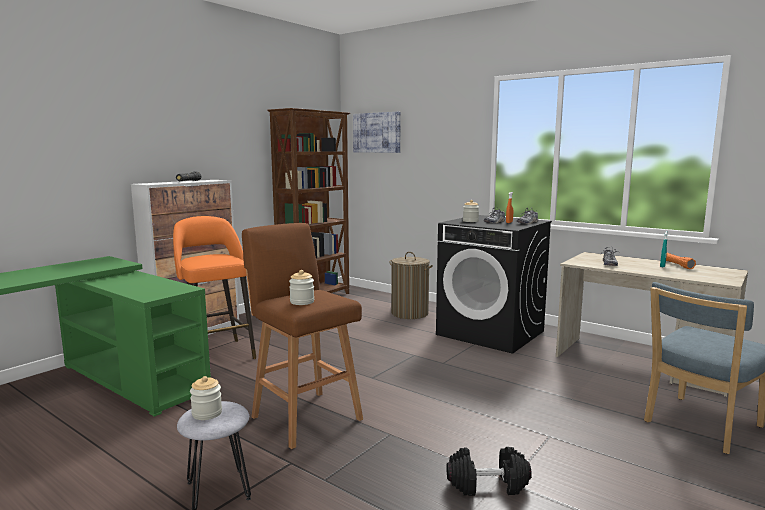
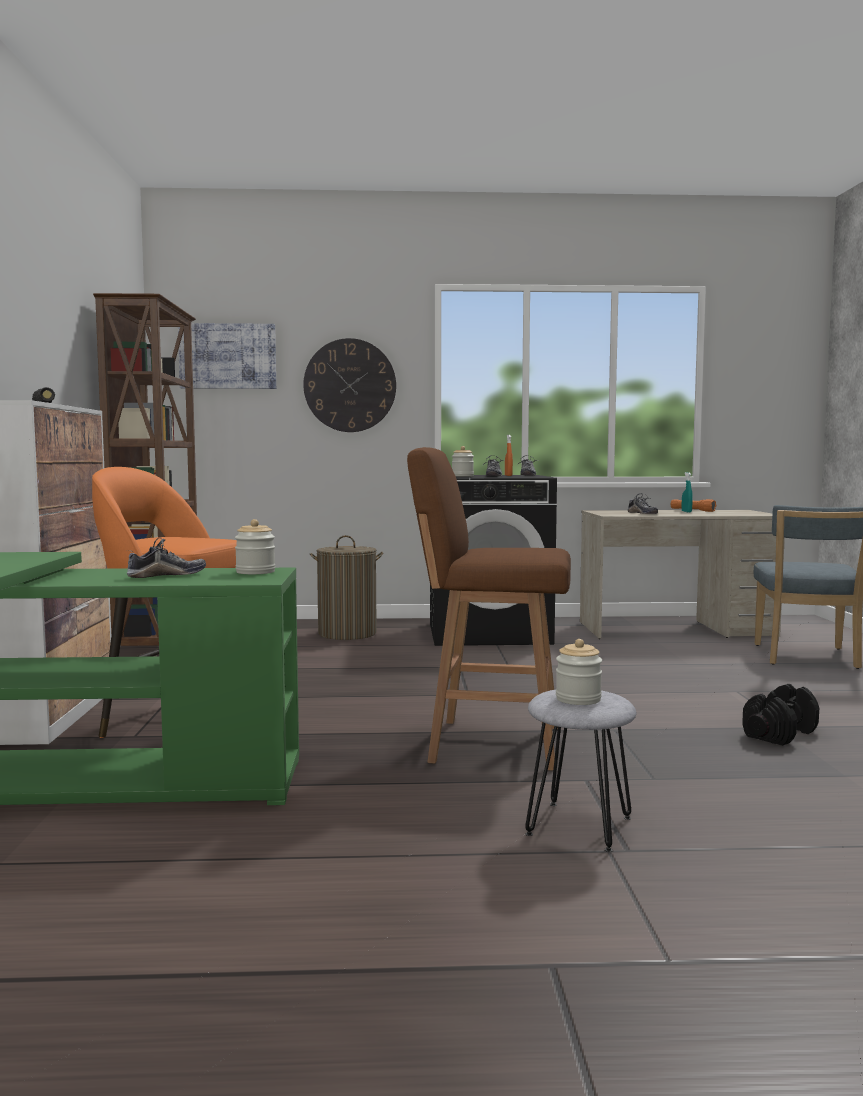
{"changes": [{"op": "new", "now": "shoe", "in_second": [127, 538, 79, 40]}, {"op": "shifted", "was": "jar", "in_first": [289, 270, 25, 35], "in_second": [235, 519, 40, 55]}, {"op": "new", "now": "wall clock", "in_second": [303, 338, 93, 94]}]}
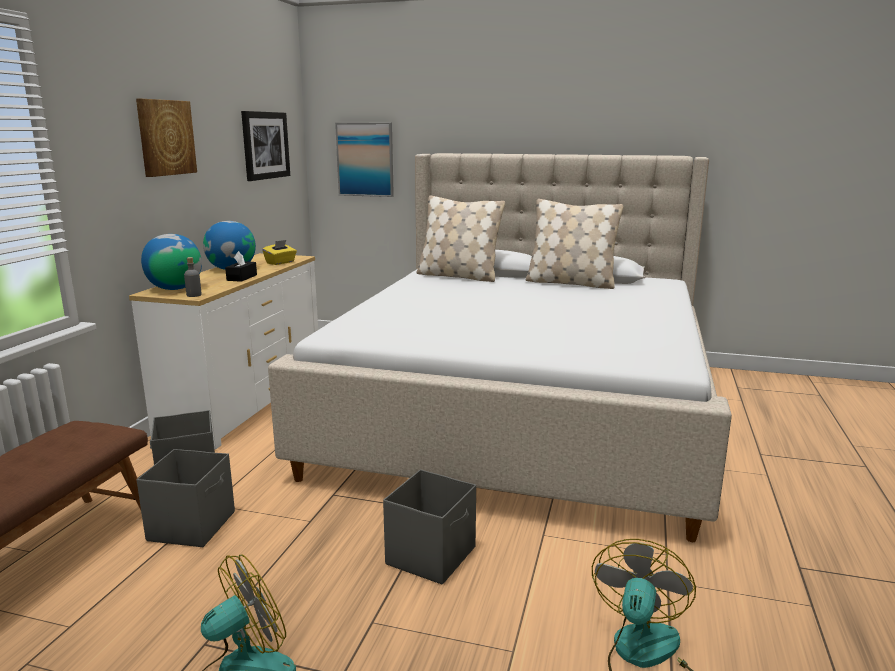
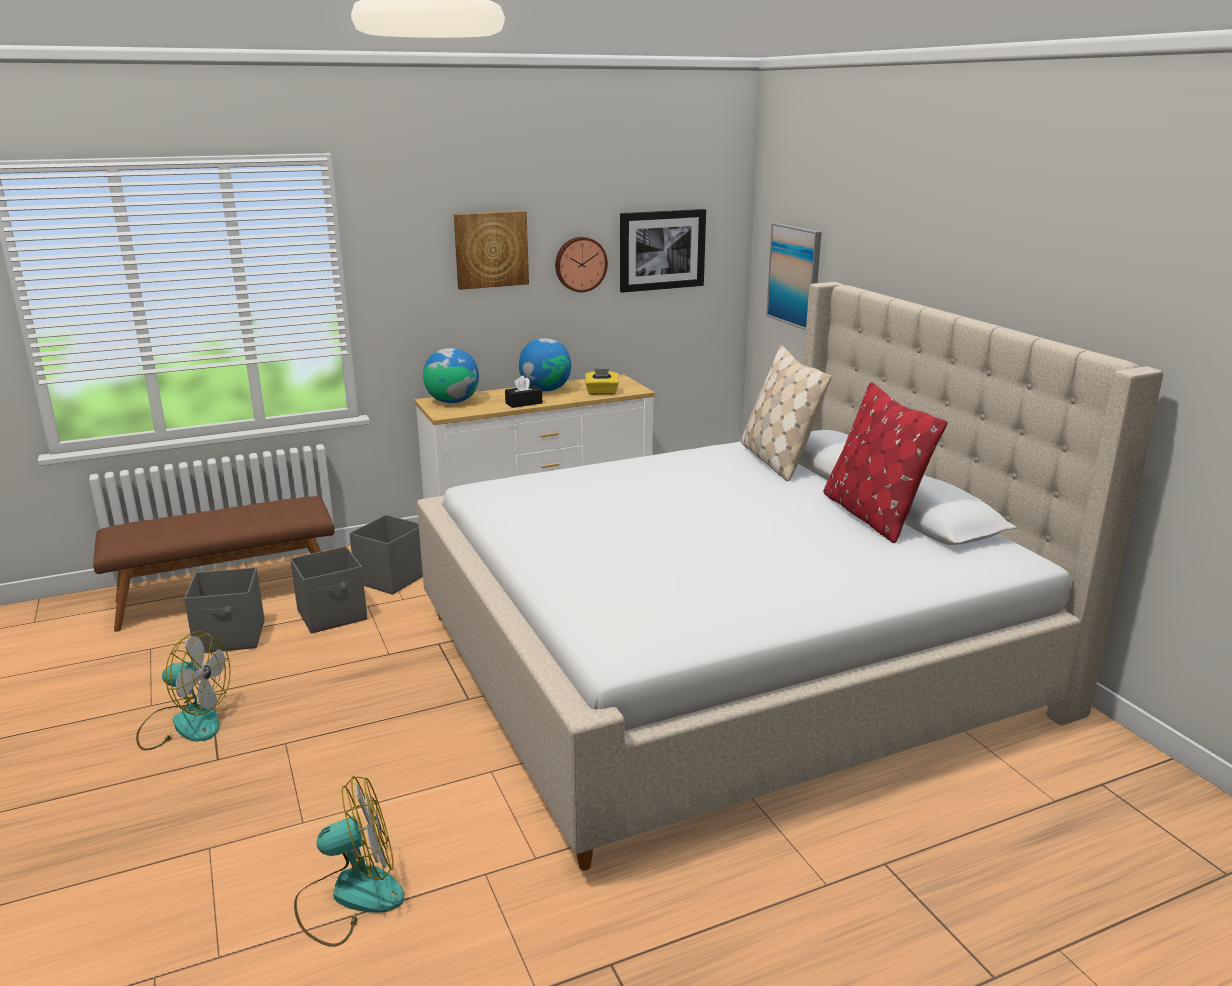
{"changes": [{"op": "shifted", "was": "storage container (gray)", "in_first": [383, 469, 93, 116], "in_second": [184, 567, 81, 86]}, {"op": "new", "now": "wall clock", "in_second": [555, 237, 53, 55]}, {"op": "repainted", "was": "cushion (beige)", "now": "cushion (red-coloured)", "in_first": [525, 199, 99, 90], "in_second": [823, 382, 124, 161]}, {"op": "gone", "was": "beverage bottle (gray)", "in_first": [184, 257, 18, 40]}]}
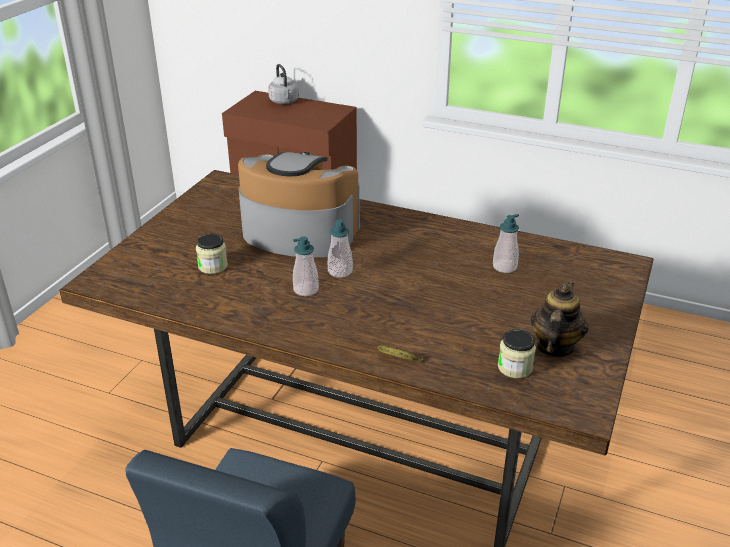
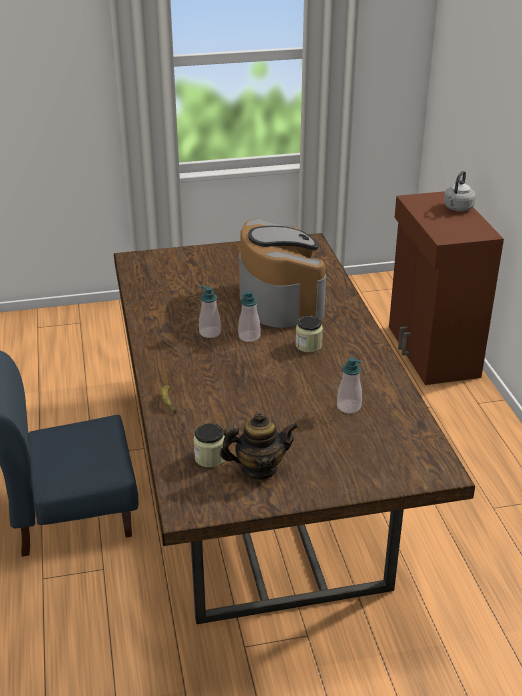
{"changes": [{"op": "shifted", "was": "jar", "in_first": [196, 233, 32, 41], "in_second": [295, 316, 28, 37]}]}
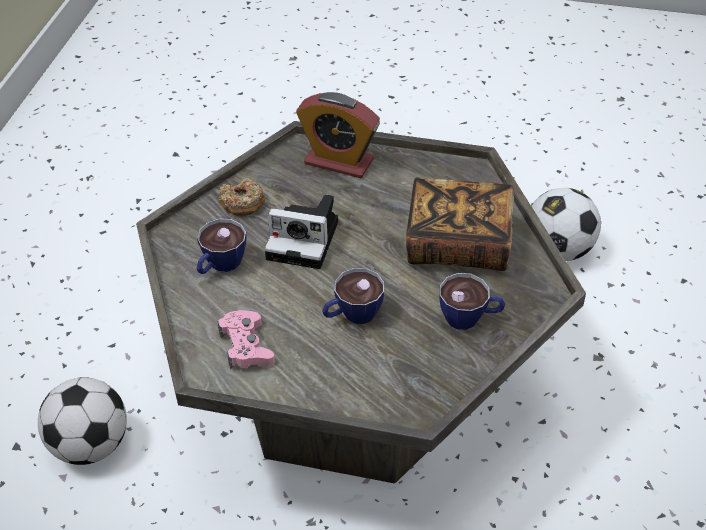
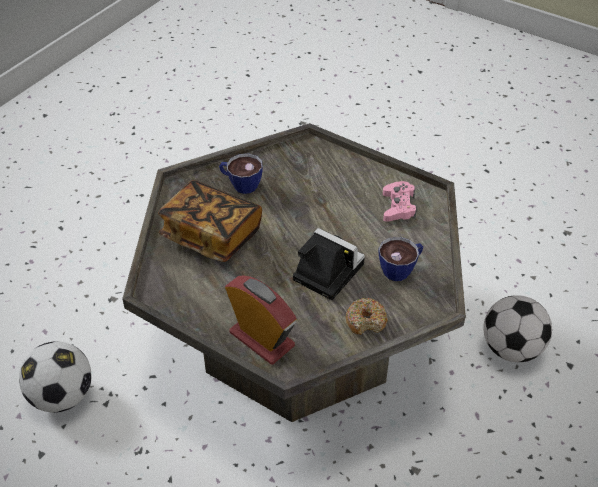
{"changes": [{"op": "gone", "was": "drinking cup", "in_first": [322, 268, 62, 56]}]}
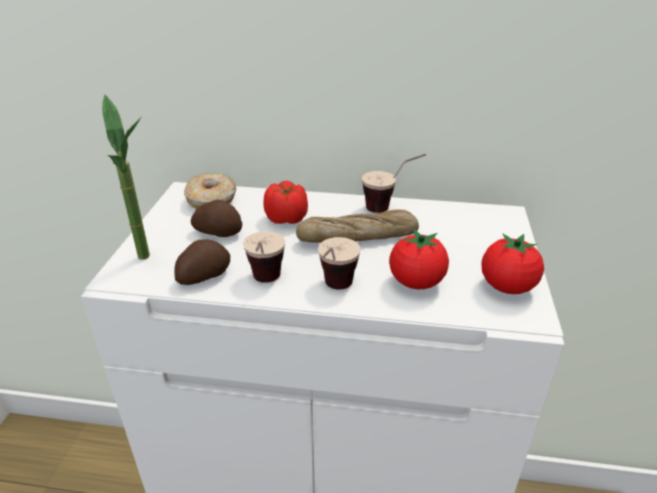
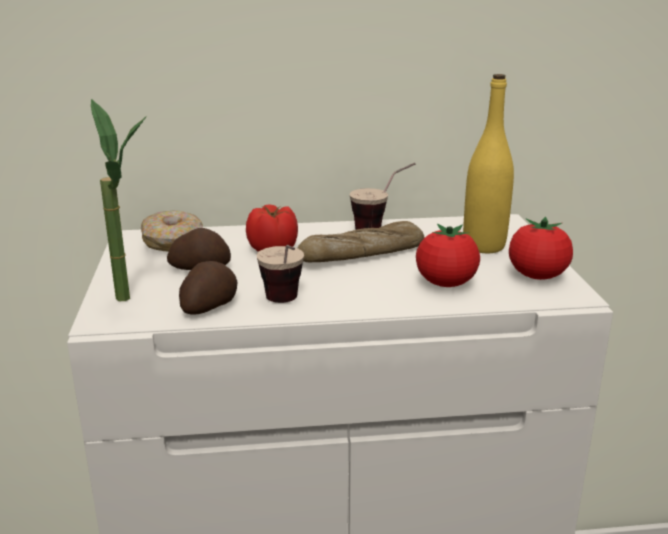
{"changes": [{"op": "new", "now": "beverage bottle (yellowish)", "in_second": [463, 74, 51, 179]}, {"op": "gone", "was": "drinking cup", "in_first": [318, 237, 43, 53]}]}
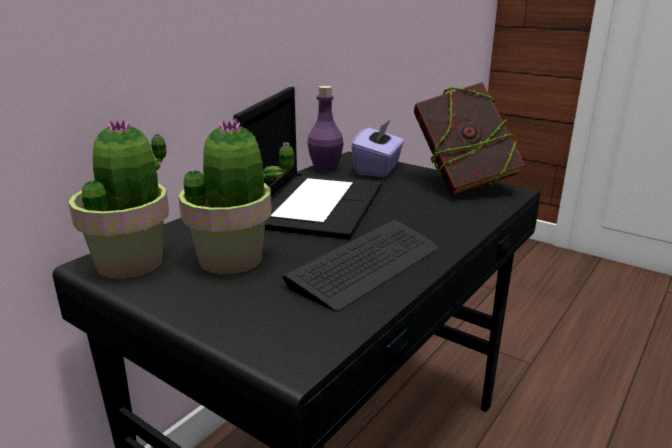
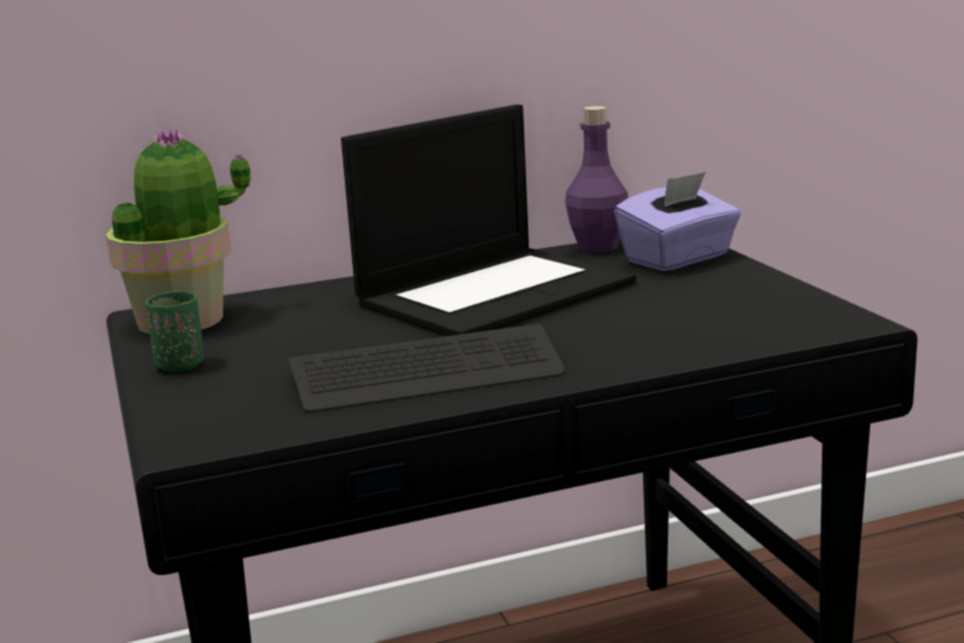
{"changes": [{"op": "new", "now": "drinking cup (green-coloured)", "in_second": [145, 291, 59, 81]}, {"op": "gone", "was": "houseplant", "in_first": [178, 117, 116, 157]}, {"op": "gone", "was": "volume", "in_first": [414, 82, 111, 114]}]}
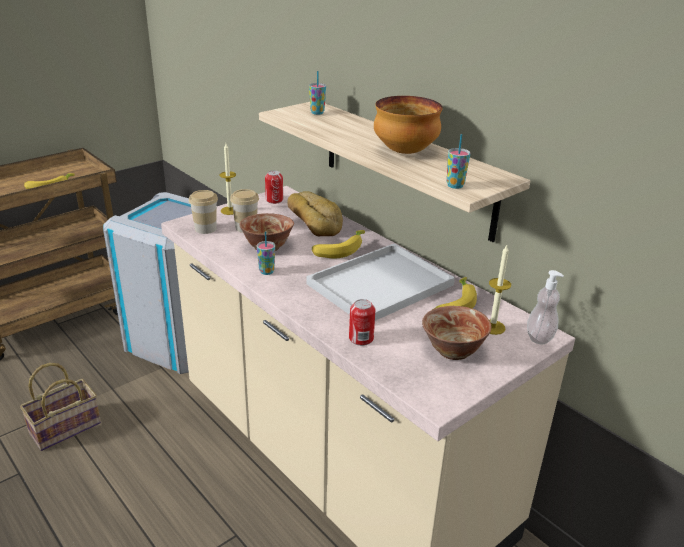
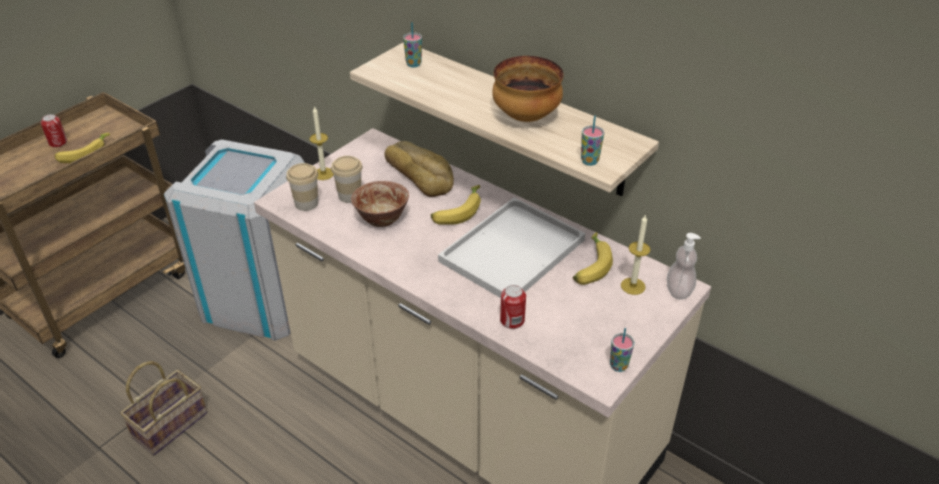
{"changes": [{"op": "shifted", "was": "metal can", "in_first": [265, 170, 18, 34], "in_second": [41, 114, 26, 33]}, {"op": "shifted", "was": "drinking cup", "in_first": [257, 231, 18, 44], "in_second": [610, 328, 25, 44]}, {"op": "gone", "was": "serving bowl", "in_first": [422, 306, 69, 54]}]}
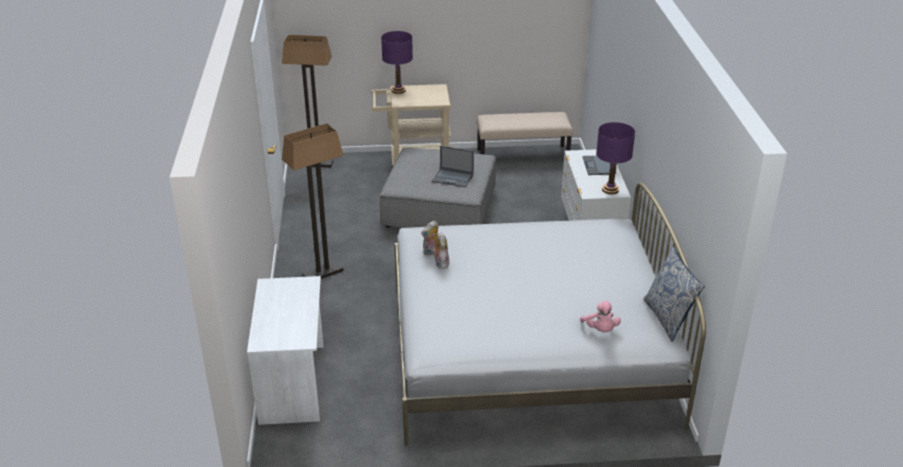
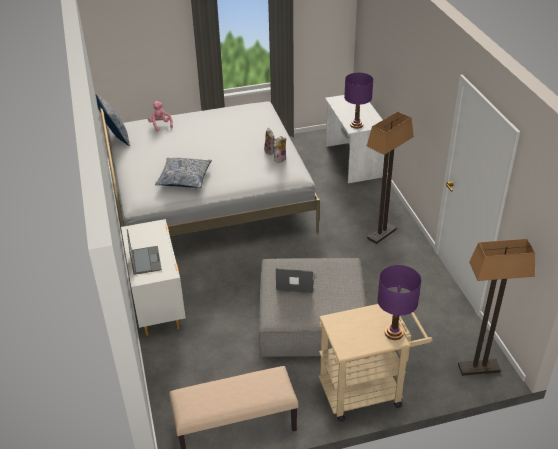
{"changes": [{"op": "new", "now": "cushion", "in_second": [155, 158, 57, 30]}, {"op": "shifted", "was": "tabletop lamp (purplish)", "in_first": [596, 122, 39, 73], "in_second": [344, 73, 29, 56]}]}
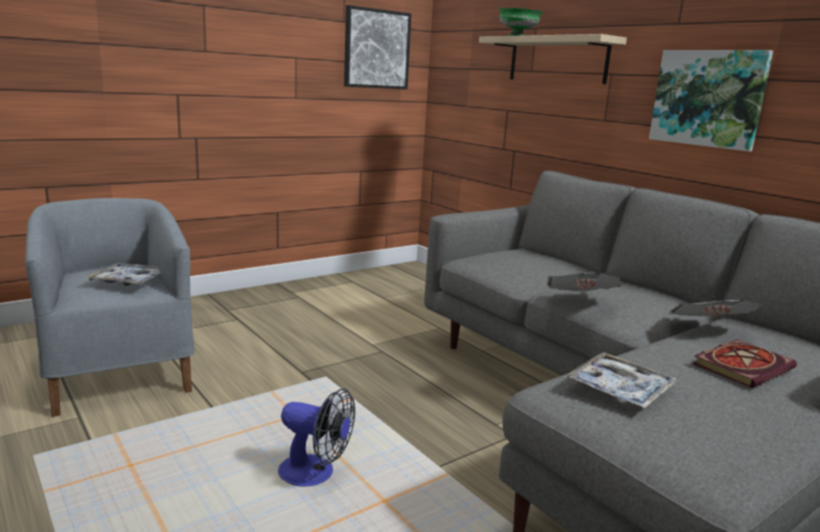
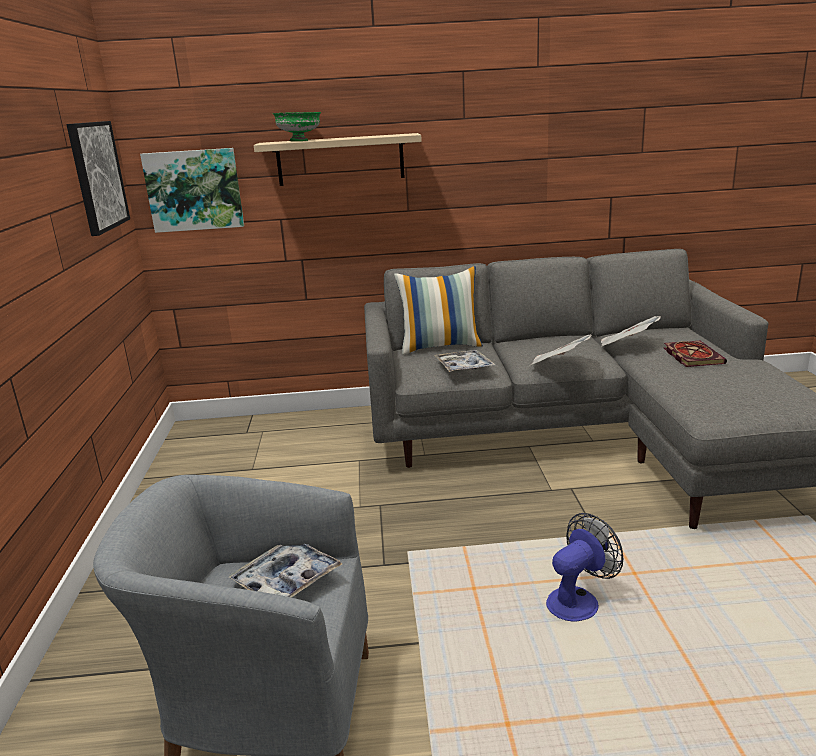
{"changes": [{"op": "shifted", "was": "wall picture", "in_first": [649, 50, 124, 101], "in_second": [140, 148, 104, 85]}, {"op": "new", "now": "cushion", "in_second": [394, 266, 89, 89]}, {"op": "shifted", "was": "carrying tray", "in_first": [565, 352, 112, 56], "in_second": [434, 350, 61, 22]}]}
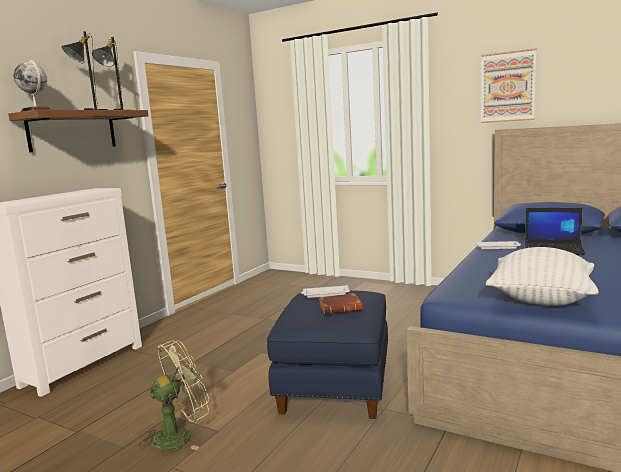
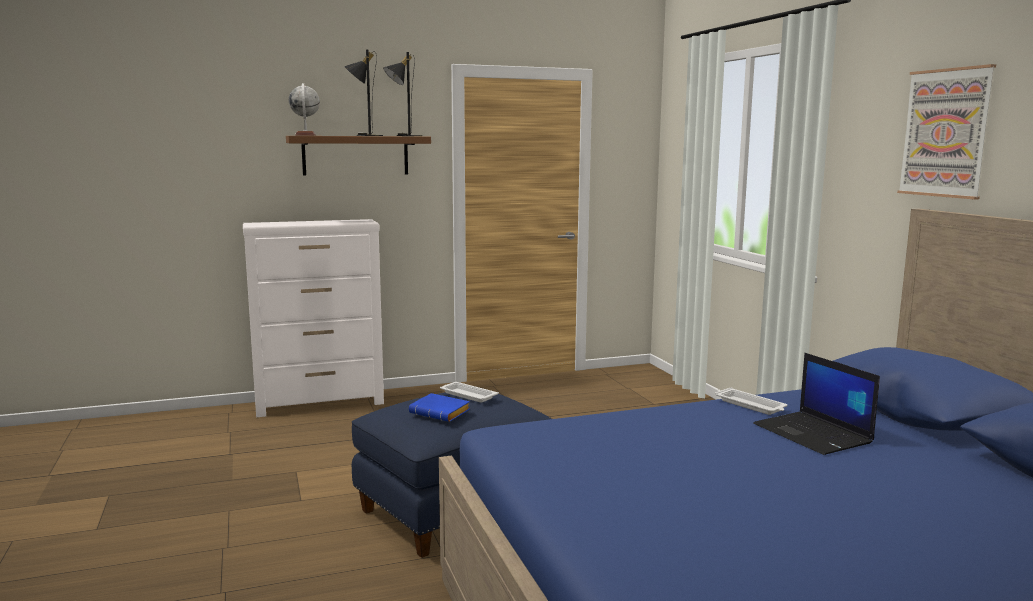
{"changes": [{"op": "repainted", "was": "volume (brownish)", "now": "volume (bluish)", "in_first": [318, 293, 45, 21], "in_second": [409, 393, 61, 29]}, {"op": "gone", "was": "electric fan (green-coloured)", "in_first": [139, 341, 70, 110]}, {"op": "gone", "was": "cushion (whitish)", "in_first": [486, 247, 113, 59]}]}
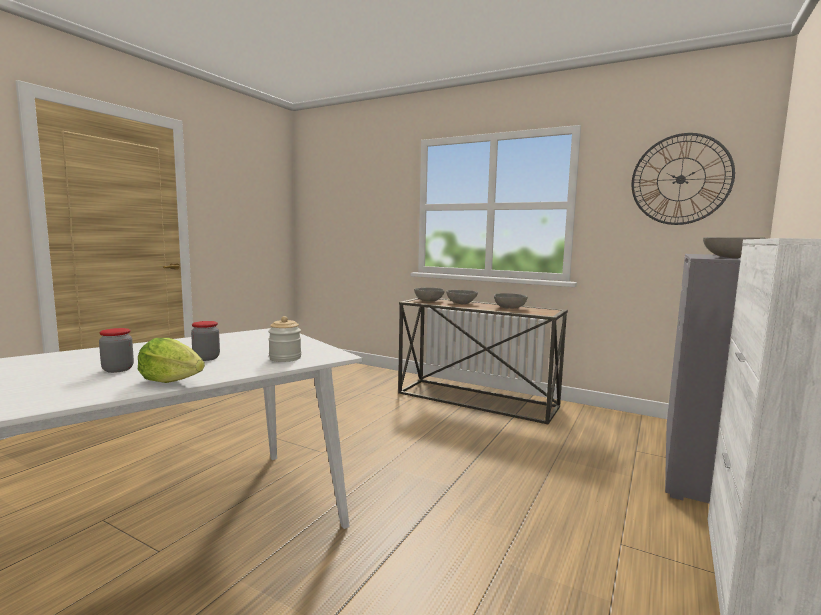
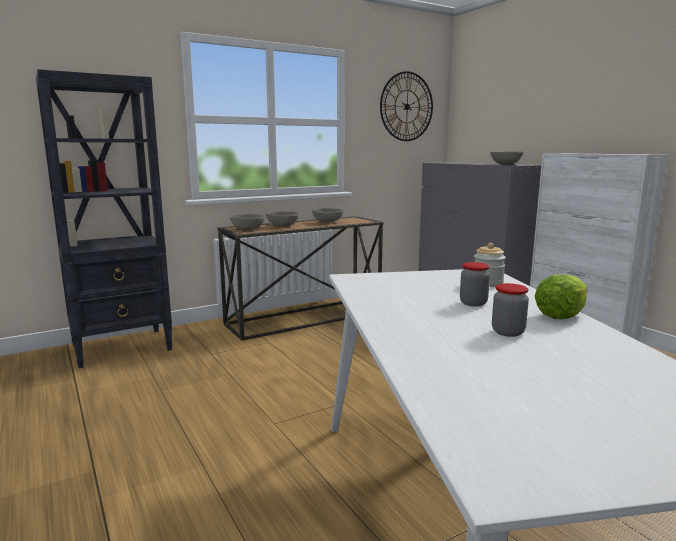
{"changes": [{"op": "new", "now": "bookcase (black-coloured)", "in_second": [36, 69, 137, 299]}]}
